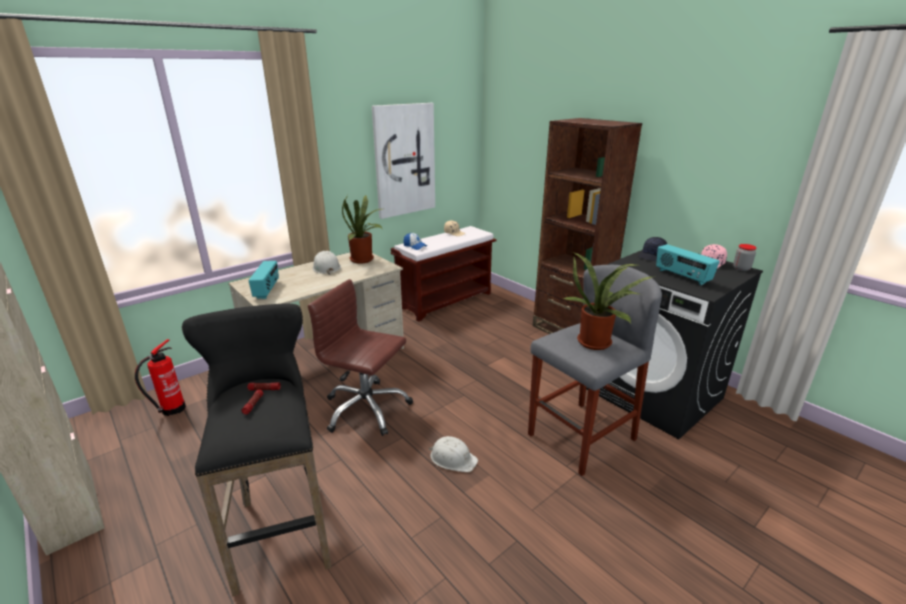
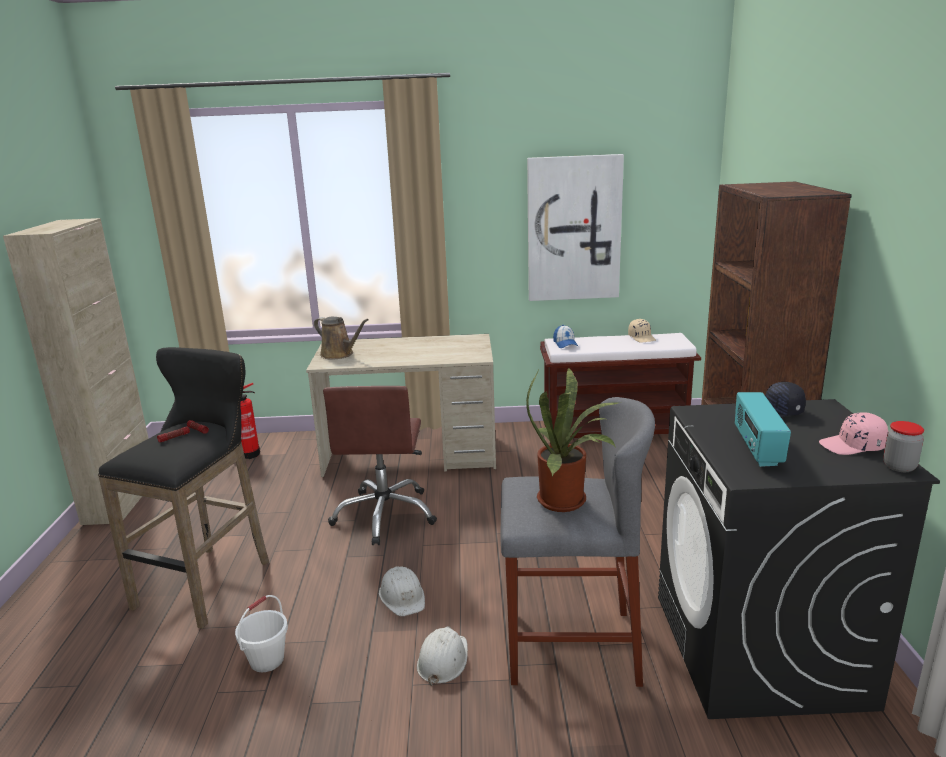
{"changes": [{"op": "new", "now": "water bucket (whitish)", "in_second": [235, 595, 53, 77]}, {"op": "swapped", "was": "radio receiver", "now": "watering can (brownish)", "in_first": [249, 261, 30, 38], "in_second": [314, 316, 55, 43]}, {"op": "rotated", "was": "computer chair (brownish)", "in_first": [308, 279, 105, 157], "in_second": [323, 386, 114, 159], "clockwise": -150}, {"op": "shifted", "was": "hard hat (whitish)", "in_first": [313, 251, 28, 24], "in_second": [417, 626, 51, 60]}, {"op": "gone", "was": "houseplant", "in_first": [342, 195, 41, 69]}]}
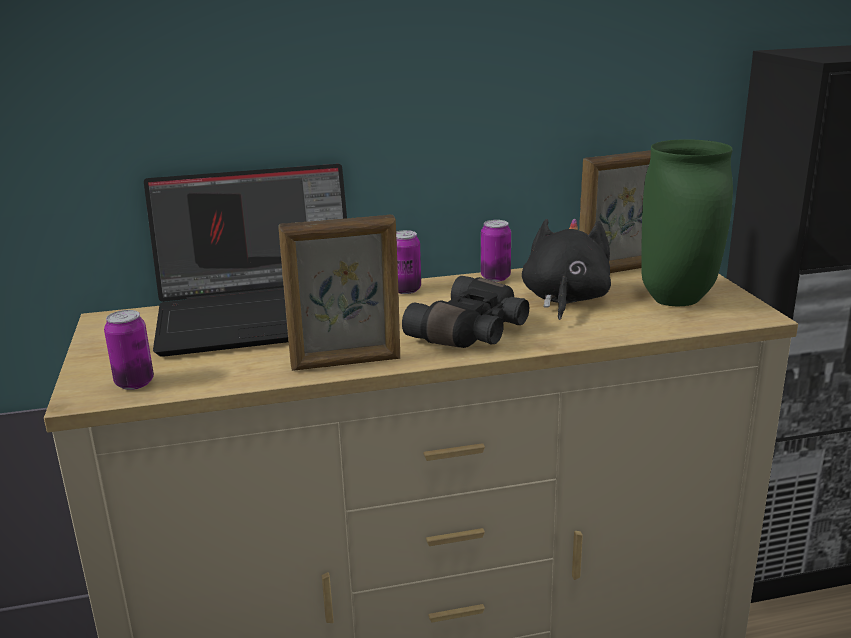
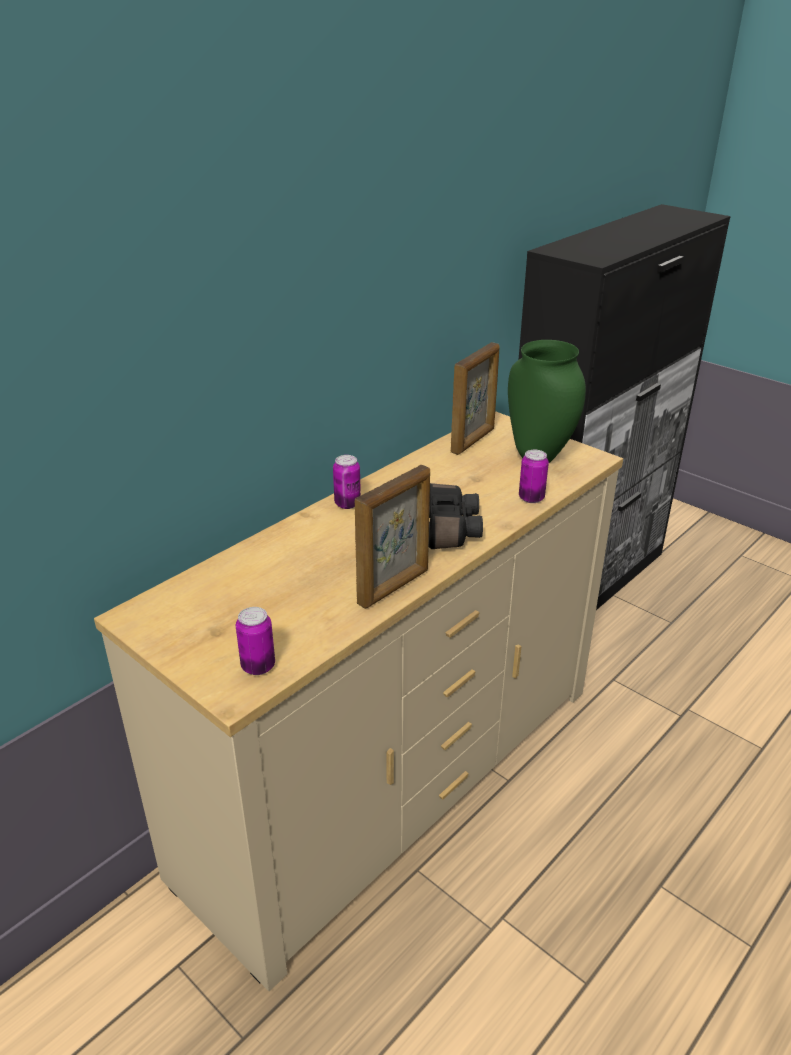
{"changes": [{"op": "shifted", "was": "metal can", "in_first": [481, 220, 30, 62], "in_second": [519, 450, 30, 53]}, {"op": "gone", "was": "notebook computer", "in_first": [144, 164, 203, 193]}, {"op": "gone", "was": "plush toy (black-coloured)", "in_first": [522, 219, 89, 101]}]}
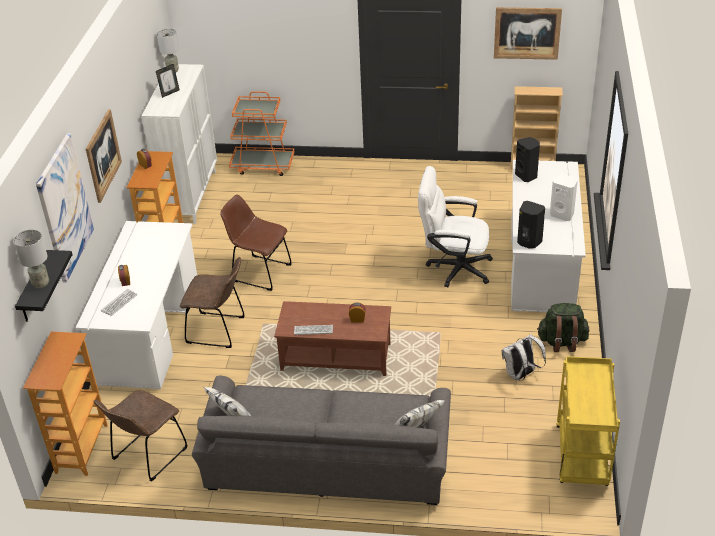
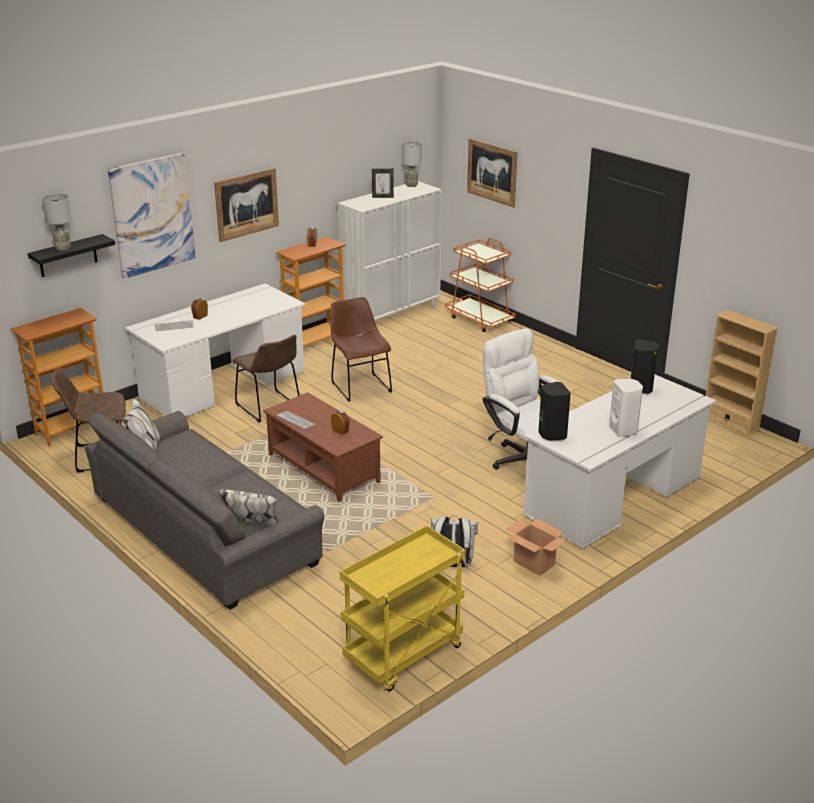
{"changes": [{"op": "shifted", "was": "wall picture", "in_first": [494, 7, 68, 53], "in_second": [467, 138, 51, 70]}, {"op": "swapped", "was": "rucksack (green-coloured)", "now": "packing box", "in_first": [537, 303, 52, 49], "in_second": [506, 519, 60, 57]}]}
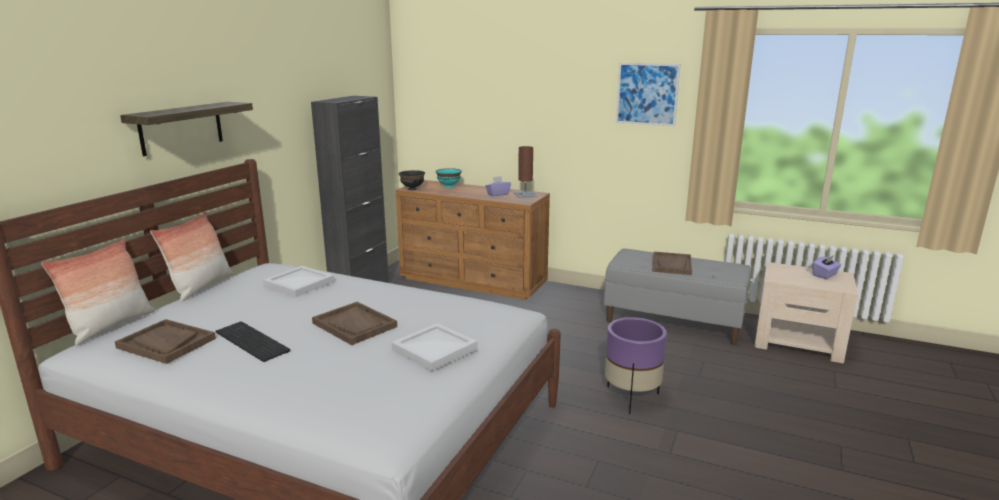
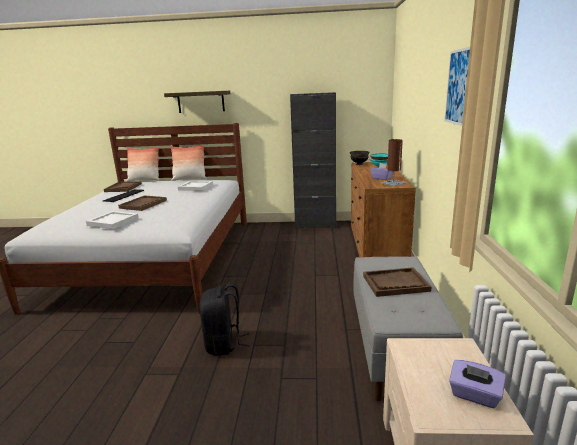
{"changes": [{"op": "swapped", "was": "flower pot (purplish)", "now": "rucksack (black-coloured)", "in_first": [605, 317, 62, 97], "in_second": [199, 283, 51, 73]}]}
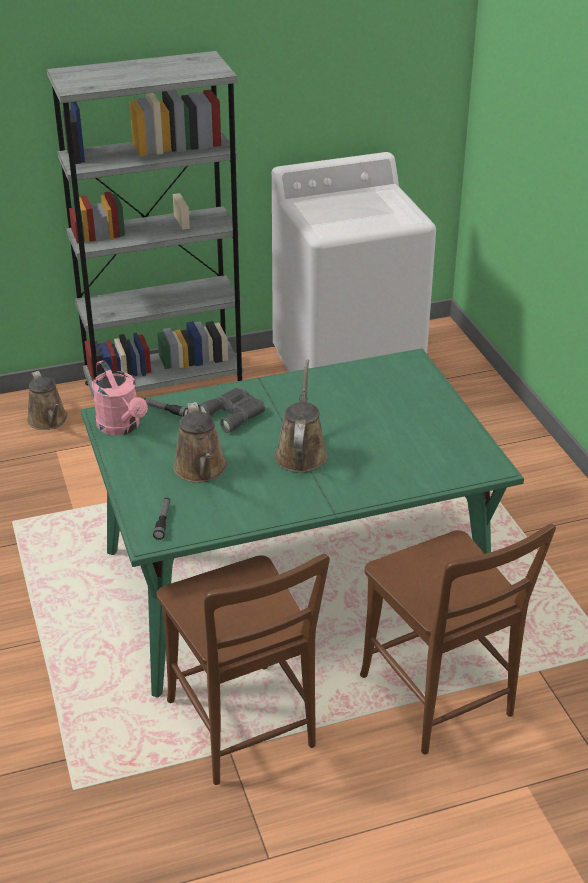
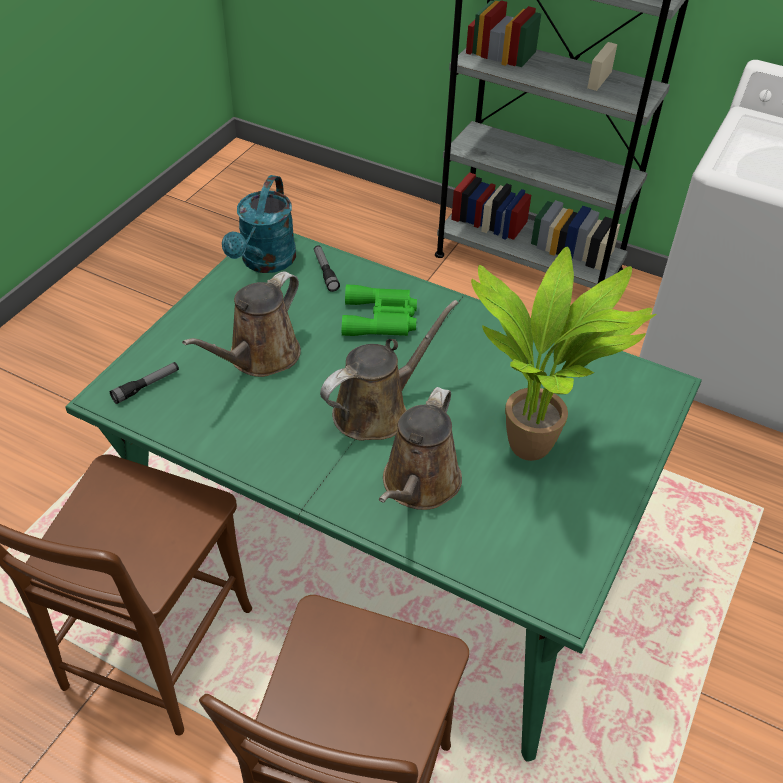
{"changes": [{"op": "repainted", "was": "watering can (pinkish)", "now": "watering can (turquoise-coloured)", "in_first": [92, 360, 56, 75], "in_second": [222, 175, 74, 98]}, {"op": "repainted", "was": "binoculars (gray)", "now": "binoculars (green-coloured)", "in_first": [198, 388, 67, 45], "in_second": [342, 285, 75, 51]}, {"op": "shifted", "was": "watering can (brownish)", "in_first": [27, 371, 40, 59], "in_second": [379, 387, 83, 123]}, {"op": "new", "now": "houseplant", "in_second": [471, 247, 185, 214]}]}
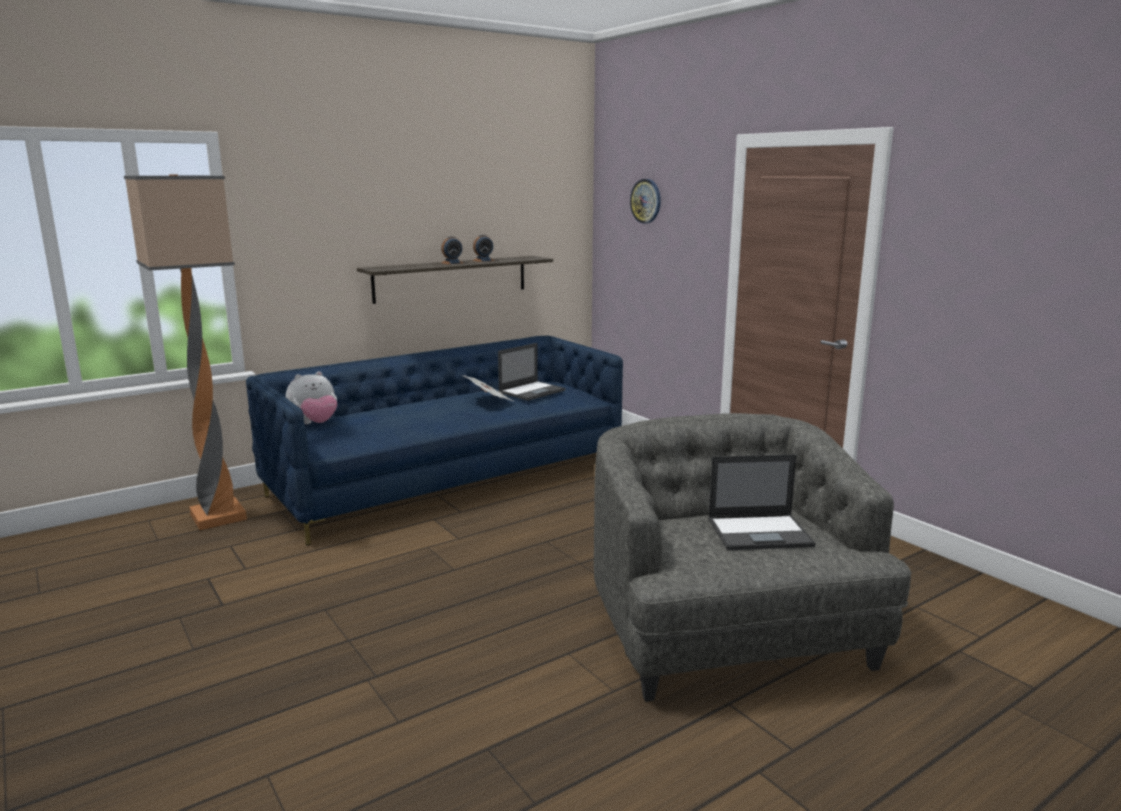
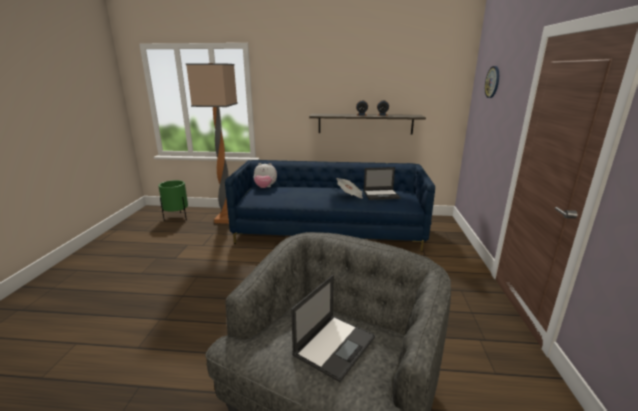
{"changes": [{"op": "new", "now": "flower pot (green-coloured)", "in_second": [158, 180, 30, 41]}, {"op": "rotated", "was": "notebook computer", "in_first": [708, 454, 108, 96], "in_second": [291, 275, 84, 107], "clockwise": -90}]}
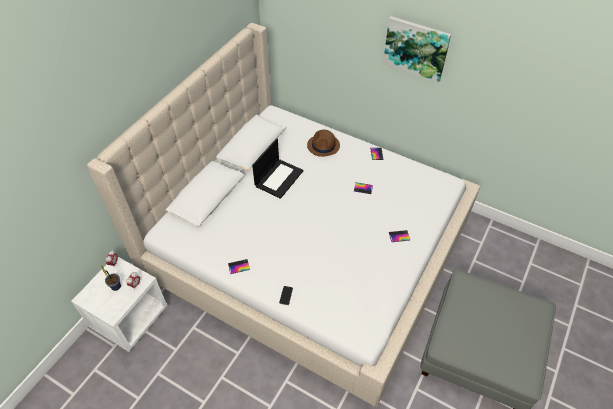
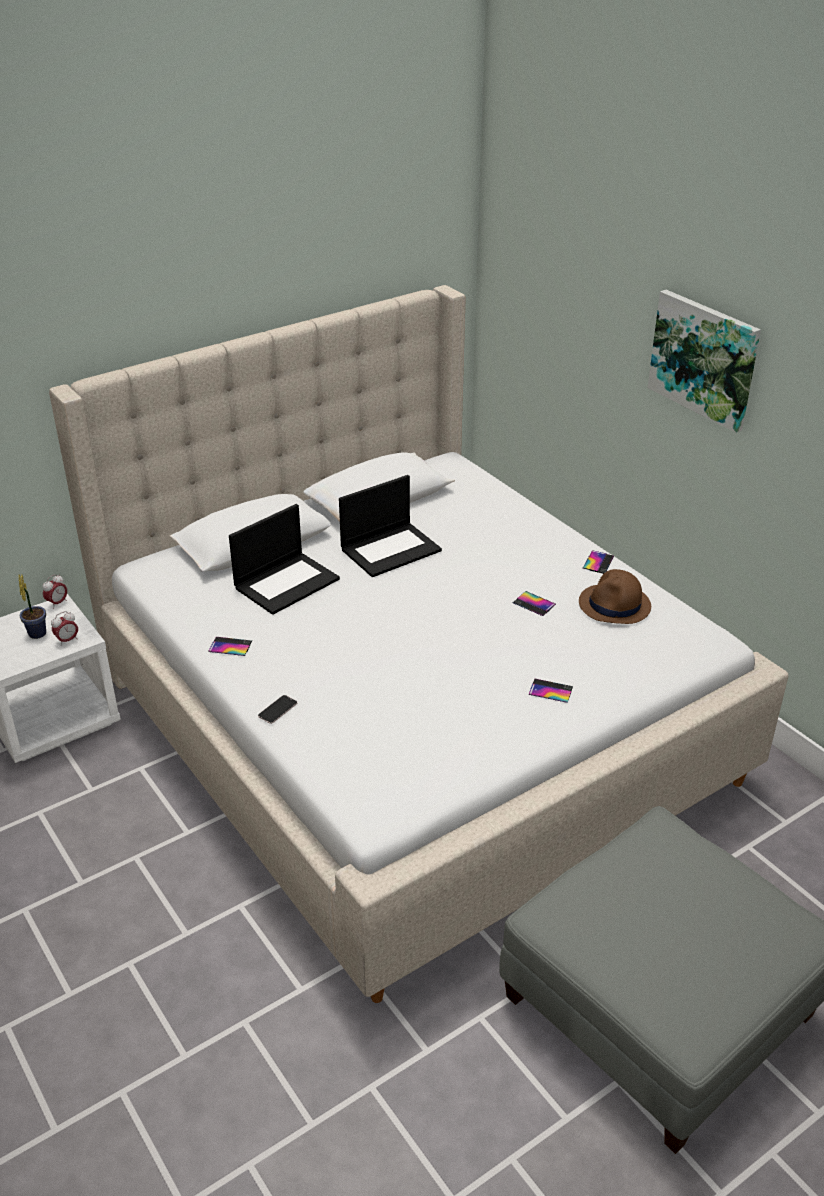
{"changes": [{"op": "new", "now": "notebook computer", "in_second": [229, 504, 111, 111]}, {"op": "shifted", "was": "wearable hat (brownish)", "in_first": [307, 130, 33, 27], "in_second": [579, 569, 72, 55]}]}
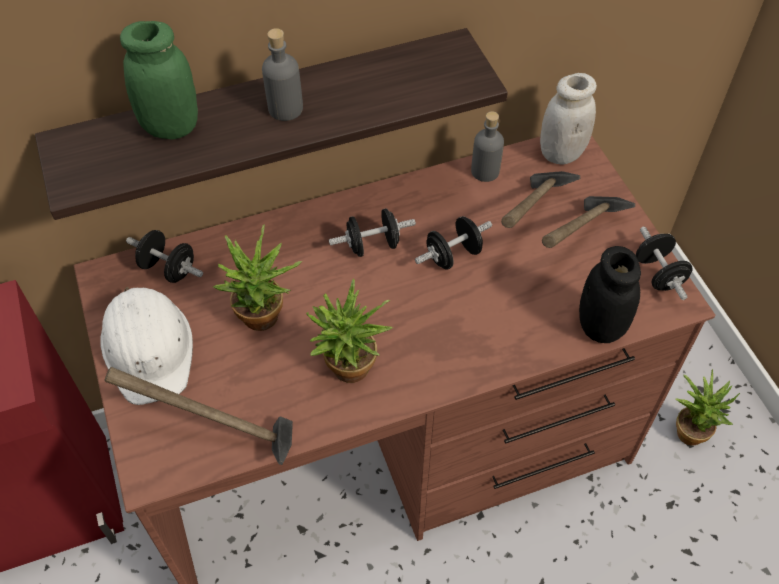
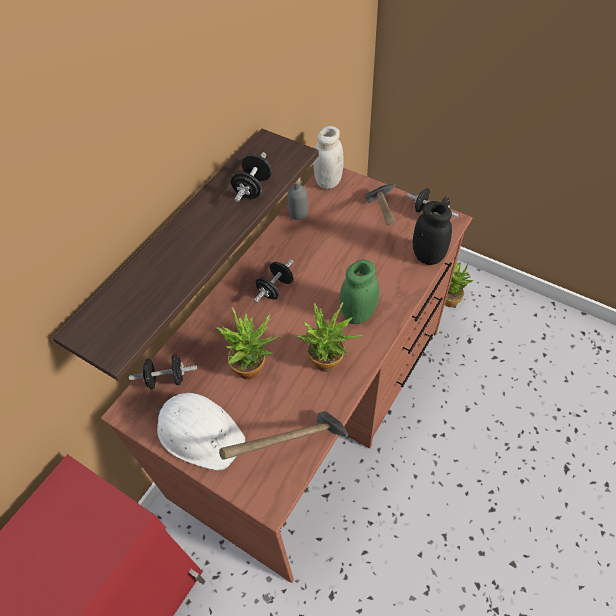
{"changes": [{"op": "shifted", "was": "free weight (black-coloured)", "in_first": [415, 216, 77, 54], "in_second": [231, 152, 41, 50]}, {"op": "shifted", "was": "jar (green-coloured)", "in_first": [120, 21, 78, 118], "in_second": [340, 259, 39, 65]}, {"op": "gone", "was": "beverage bottle (gray)", "in_first": [262, 28, 41, 93]}, {"op": "gone", "was": "hammer", "in_first": [501, 171, 79, 57]}]}
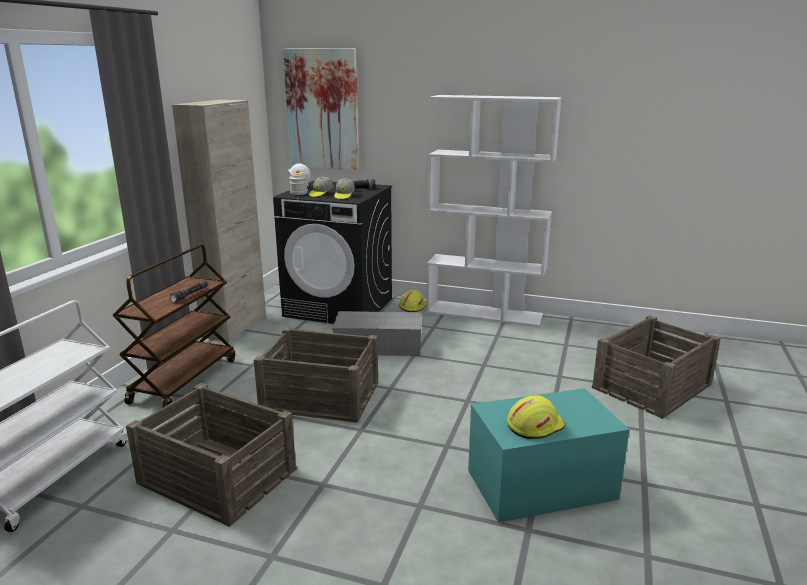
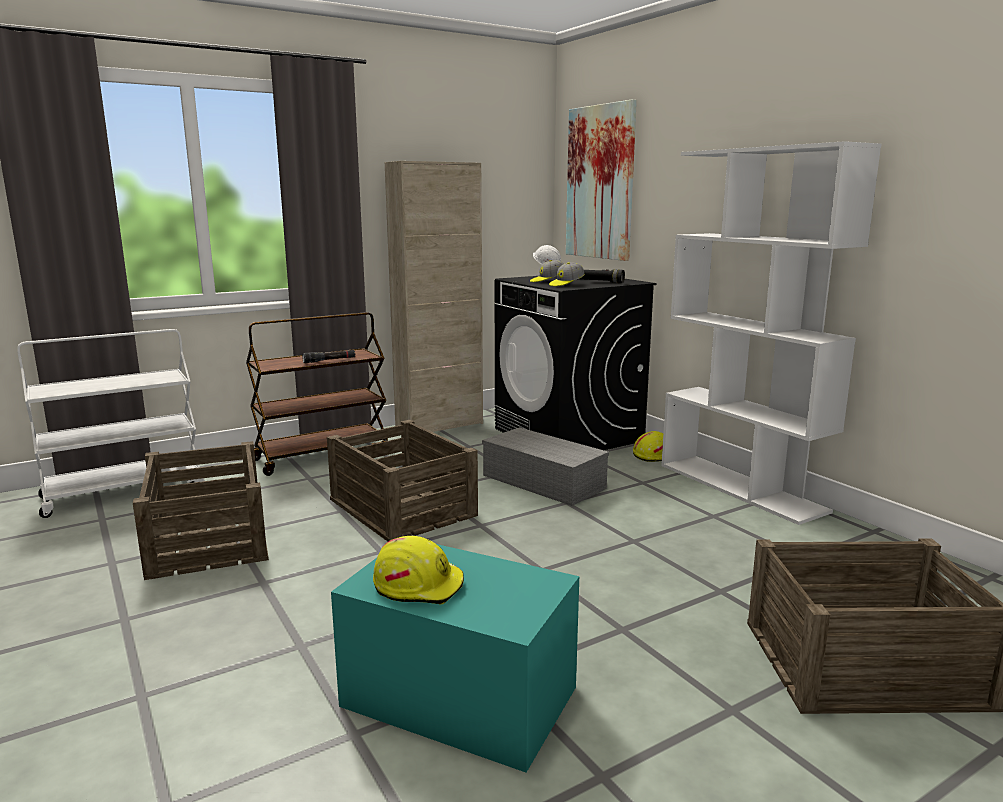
{"changes": [{"op": "gone", "was": "jar", "in_first": [289, 170, 19, 25]}]}
